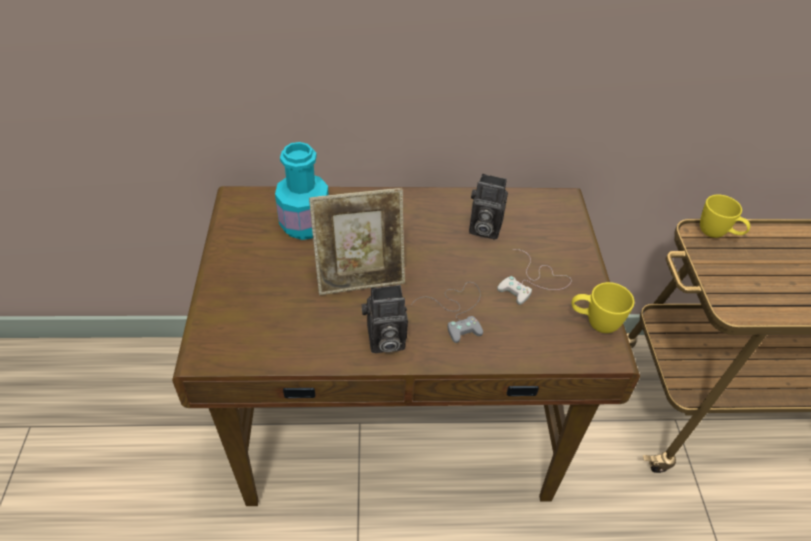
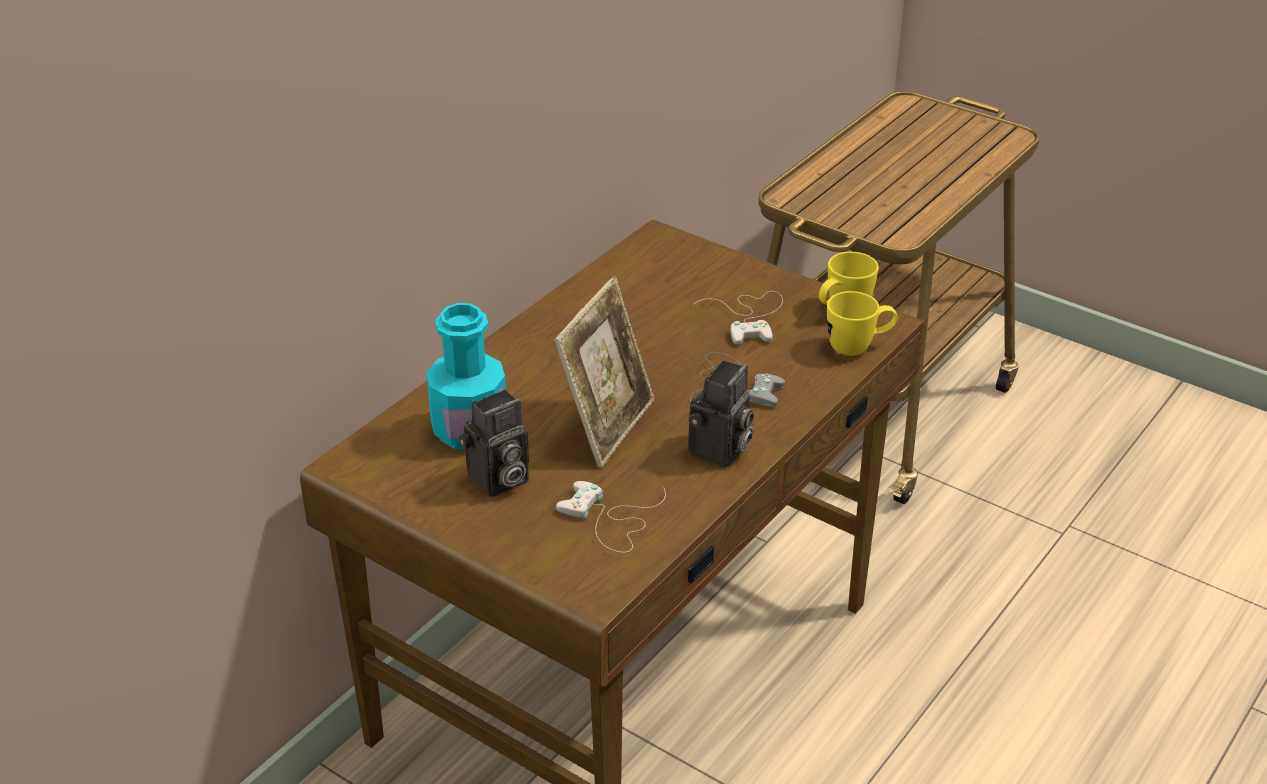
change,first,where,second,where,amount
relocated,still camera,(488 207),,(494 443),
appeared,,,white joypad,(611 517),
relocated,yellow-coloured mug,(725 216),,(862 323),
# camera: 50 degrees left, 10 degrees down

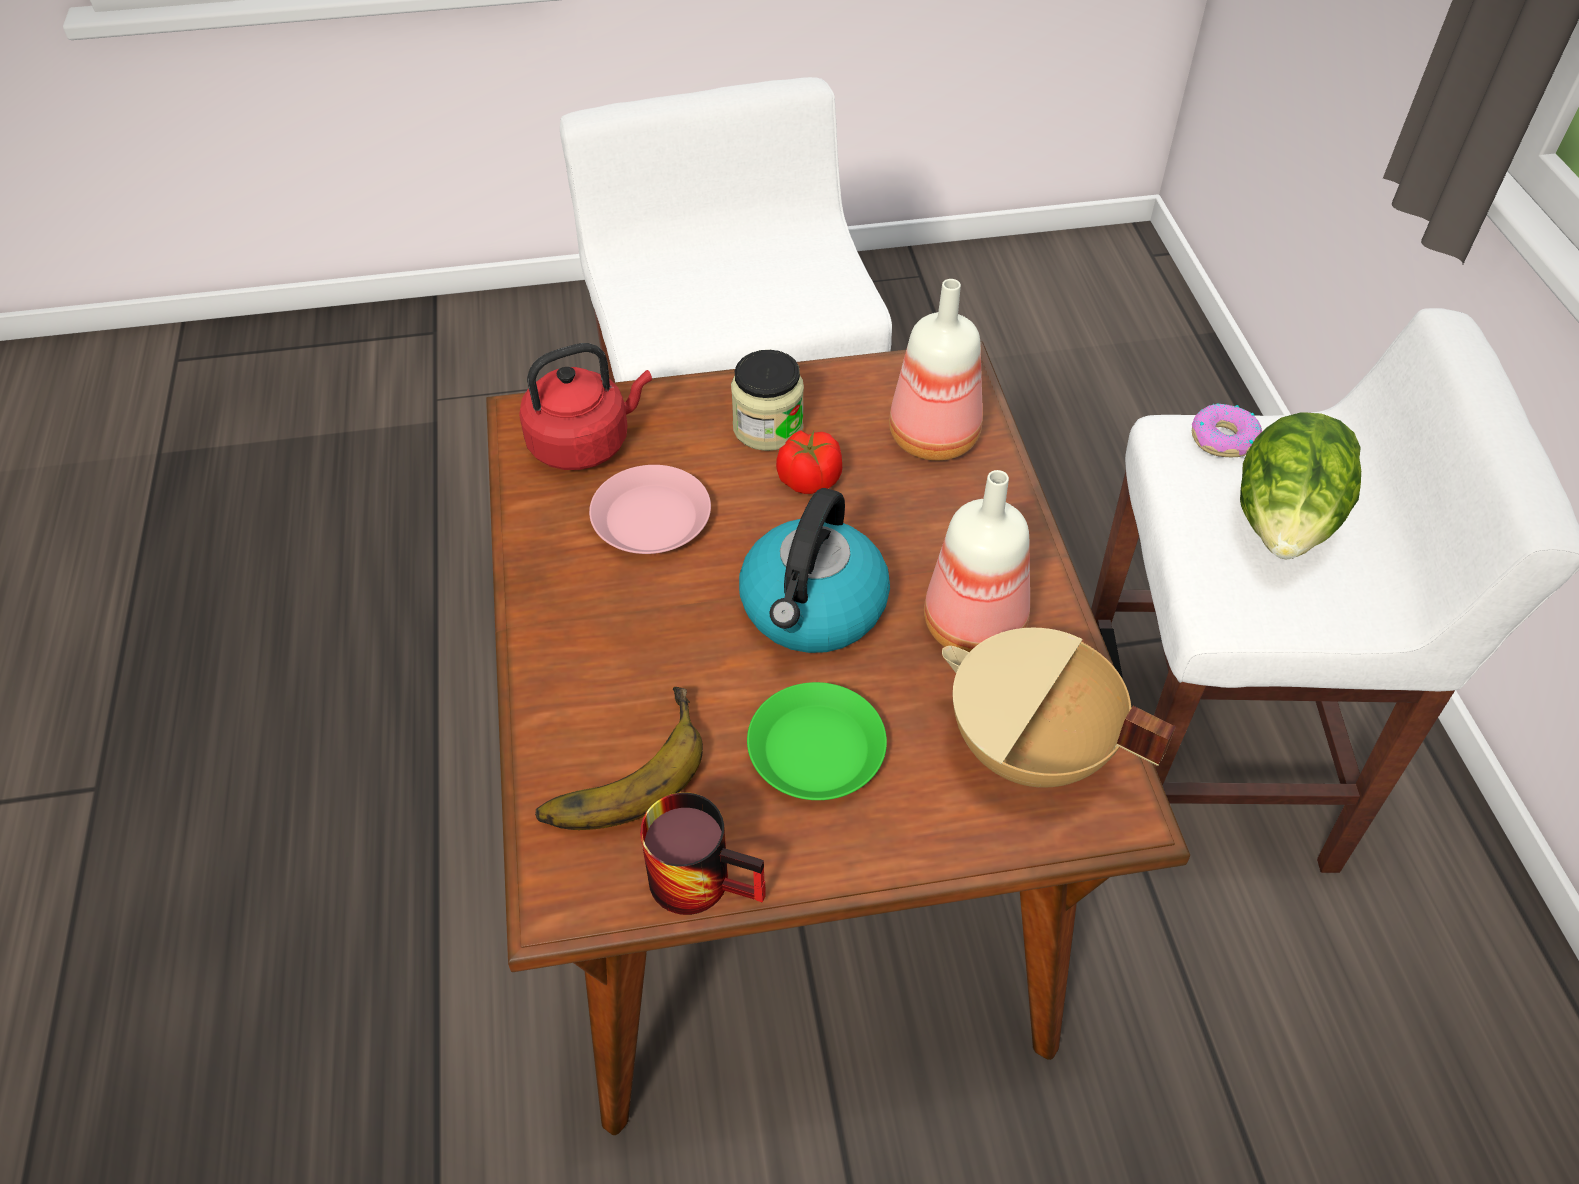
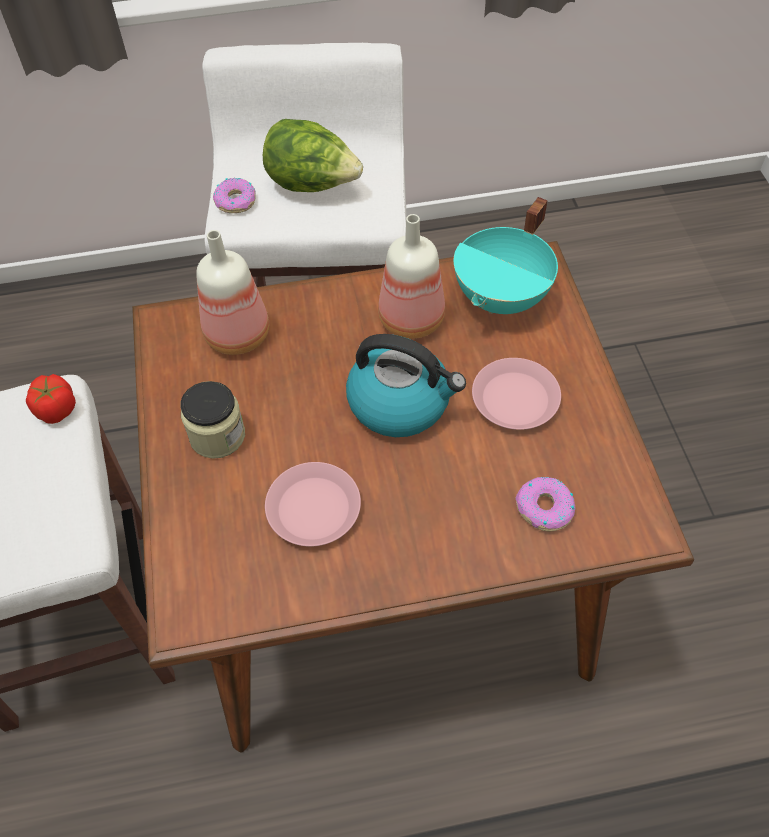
change,first,where,second,where,amount
relocated,whole tomato,(809 462),,(51 399),
colour,beige cooking pot,(1059 708),turquoise-coloured cooking pot,(505 255),
colour,green plate,(817 741),pink-coloured plate,(516 394),
exchanged,banana fruit,(619 758),donut,(545 504),
missing,red-coloured tea kettle,(585 406),,,
missing,mug,(703 853),,,
# camera: 90 degrees left, 5 degrees up

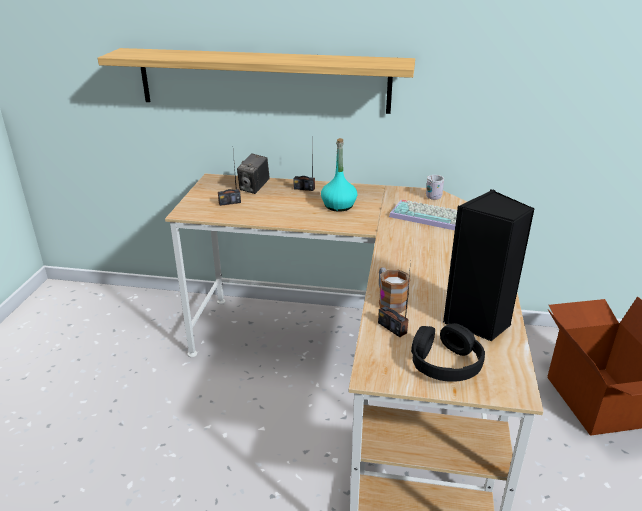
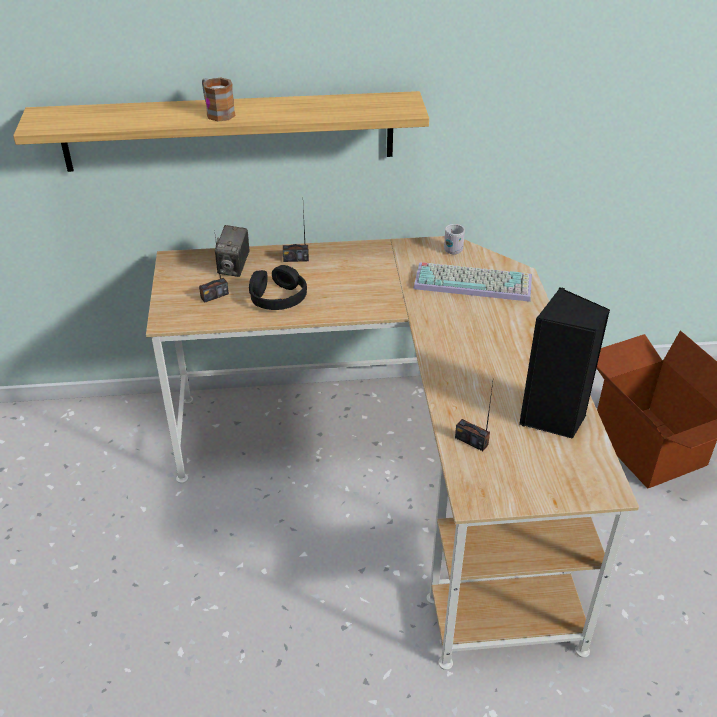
change,first,where,second,where,amount
relocated,mug,(394 290),,(219 100),
relocated,black-coloured pair of headphones,(448 352),,(278 287),
missing,turquoise-coloured beverage bottle,(339 175),,,
# camera: 15 degrees left, 10 degrees up

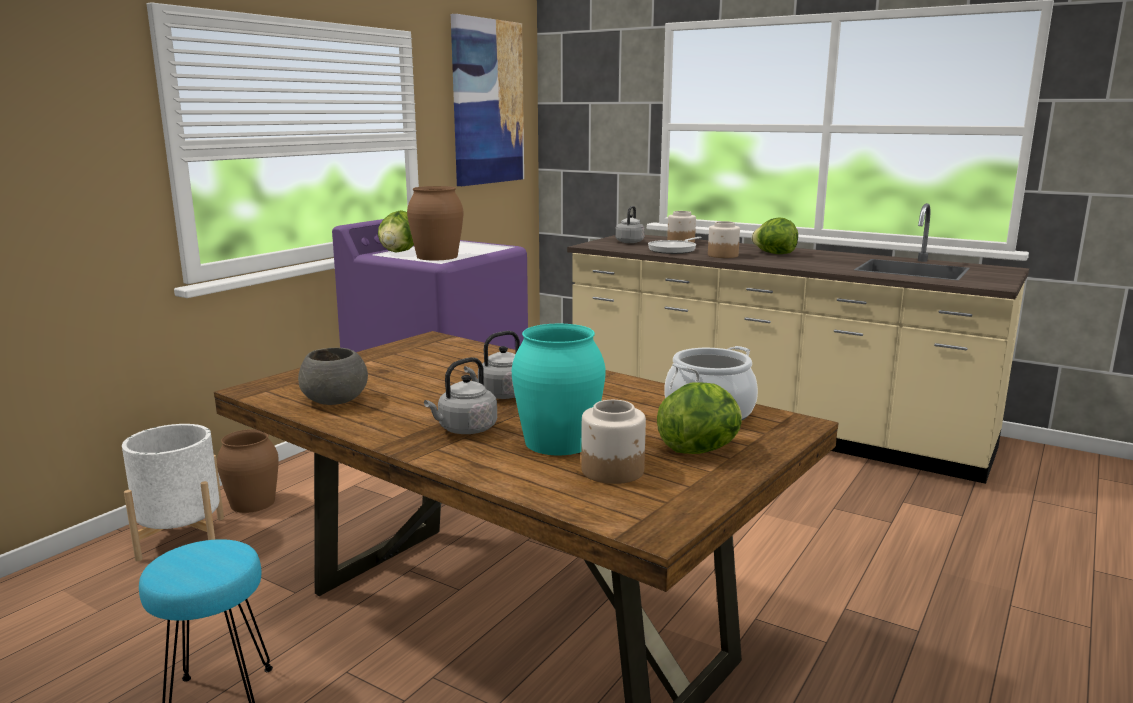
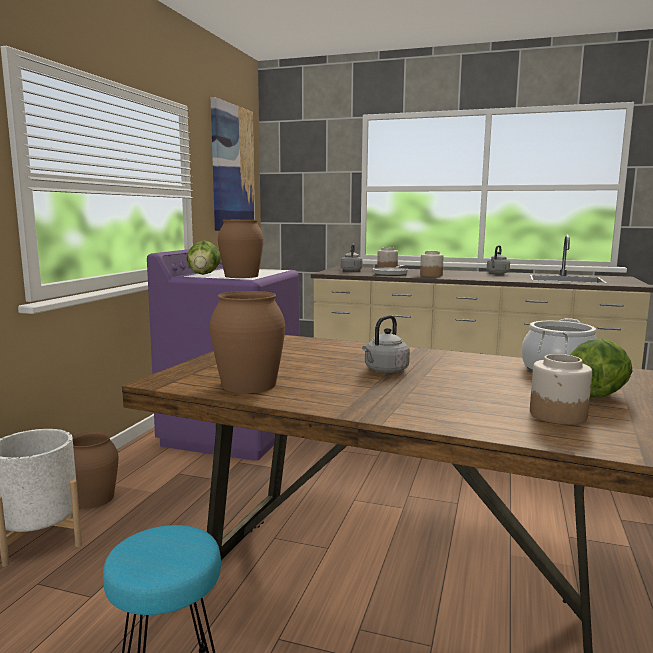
change,first,where,second,where,amount
exchanged,grey serving bowl,(333 376),brown flower vase,(247 342),
relocated,grey tea kettle,(460 395),,(498 259),
missing,turquoise-coloured flower vase,(559 389),,,
missing,lettuce head,(775 235),,,
# camera: 15 degrees left, 5 degrees down

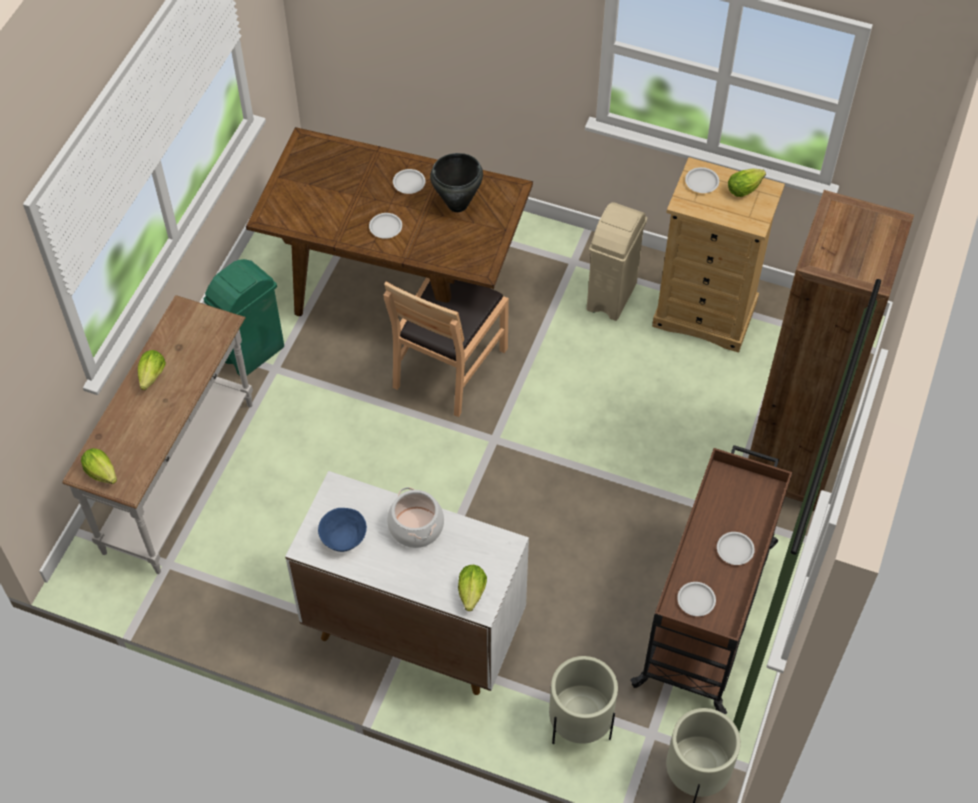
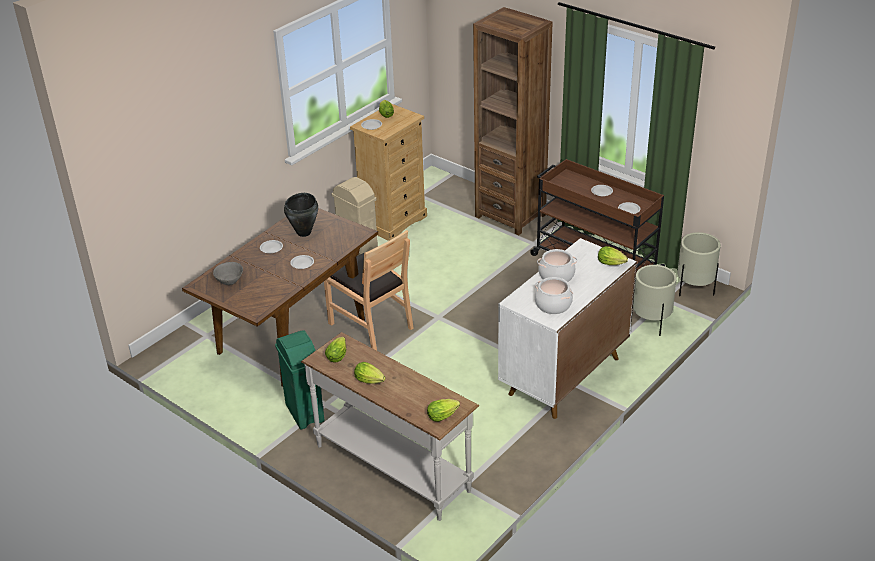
change,first,where,second,where,amount
appeared,,,grey serving bowl,(228 273),
appeared,,,lettuce head,(335 349),
exchanged,blue-coloured serving bowl,(342 530),cooking pot,(554 295),
# camera: 70 degrees left, 20 degrees down

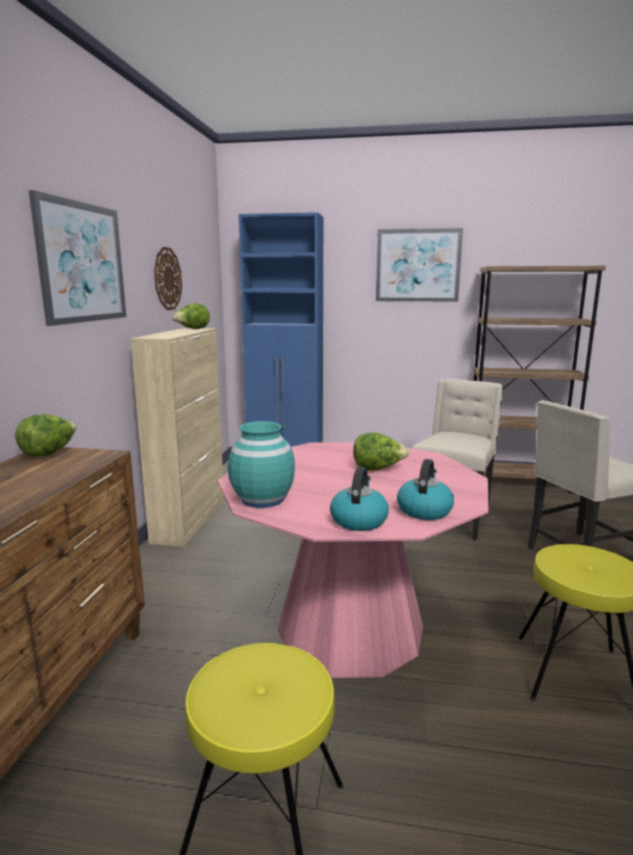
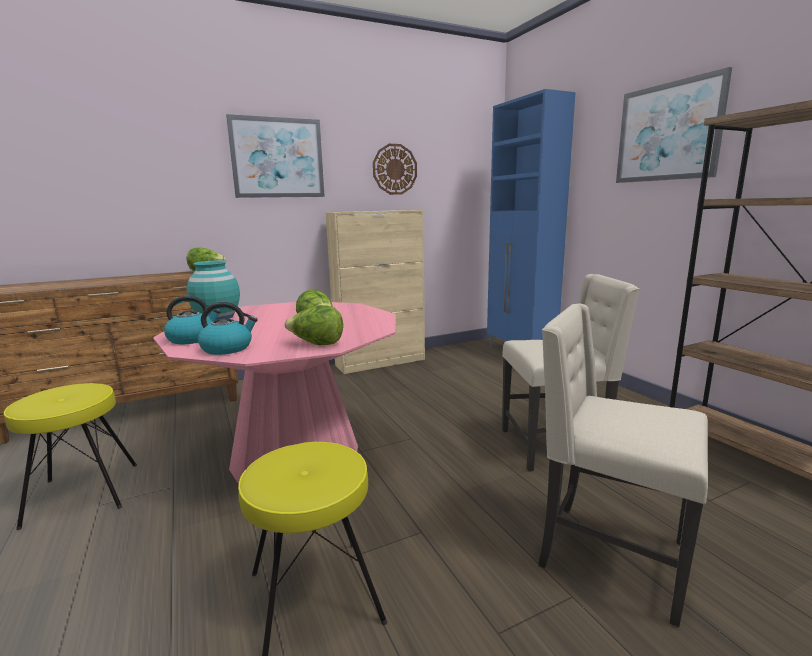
change,first,where,second,where,amount
relocated,lettuce head,(191 316),,(314 325),
# camera: 55 degrees right, 0 degrees up

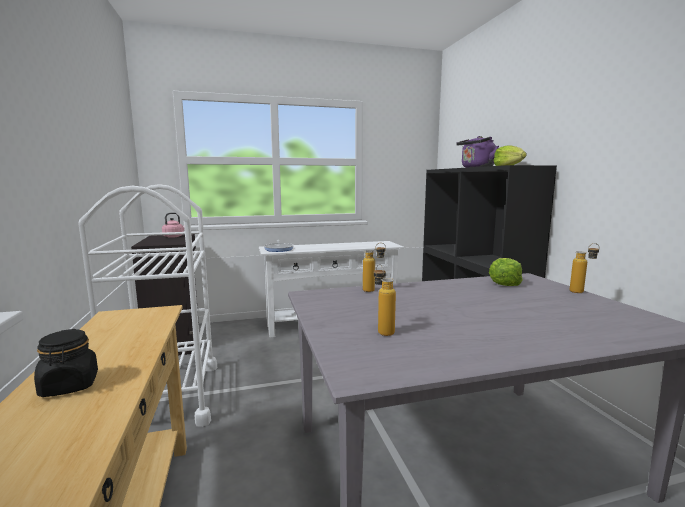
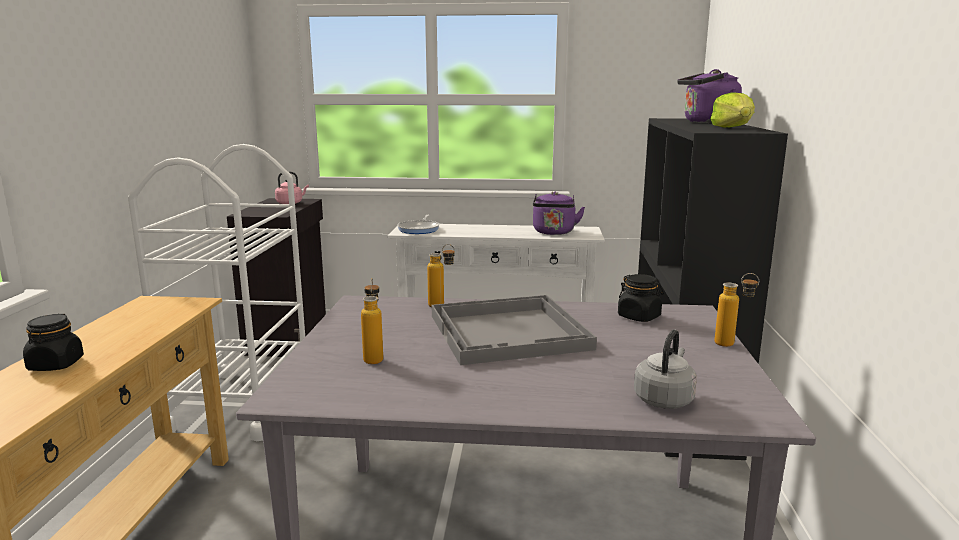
change,first,where,second,where,amount
appeared,,,grey carrying tray,(514 330),
appeared,,,purplish tea kettle,(559 213),
exchanged,lettuce head,(506 272),black-coloured jar,(641 298),
appeared,,,grey tea kettle,(665 369),
# camera: 20 degrees right, 5 degrees up

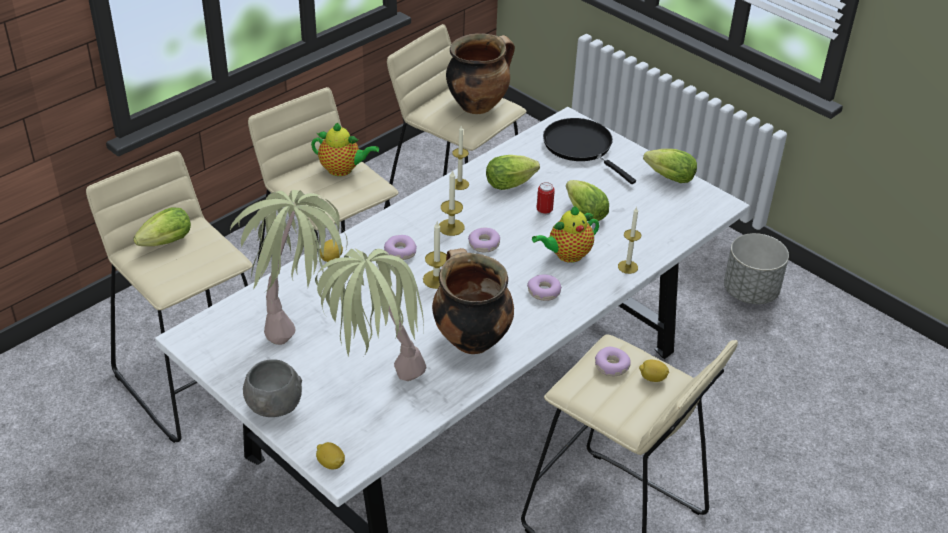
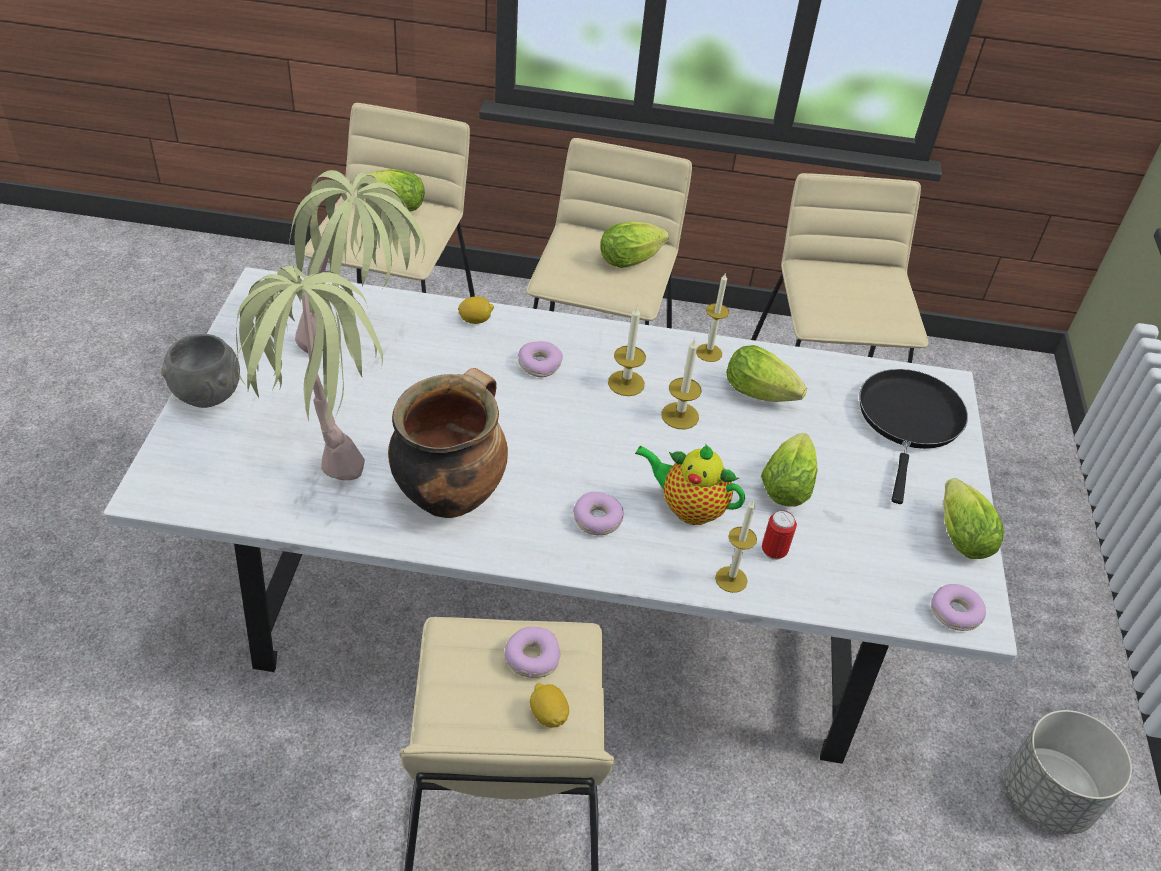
change,first,where,second,where,amount
exchanged,tea pot,(345 149),lettuce head,(634 244),
relocated,candle,(435 255),,(681 384),
relocated,metal can,(545 198),,(779 535),
relocated,donut,(484 240),,(958 607),
missing,whole lemon,(330 455),,,
missing,cooking pot,(480 73),,,
# camera: 50 degrees right, 5 degrees up

